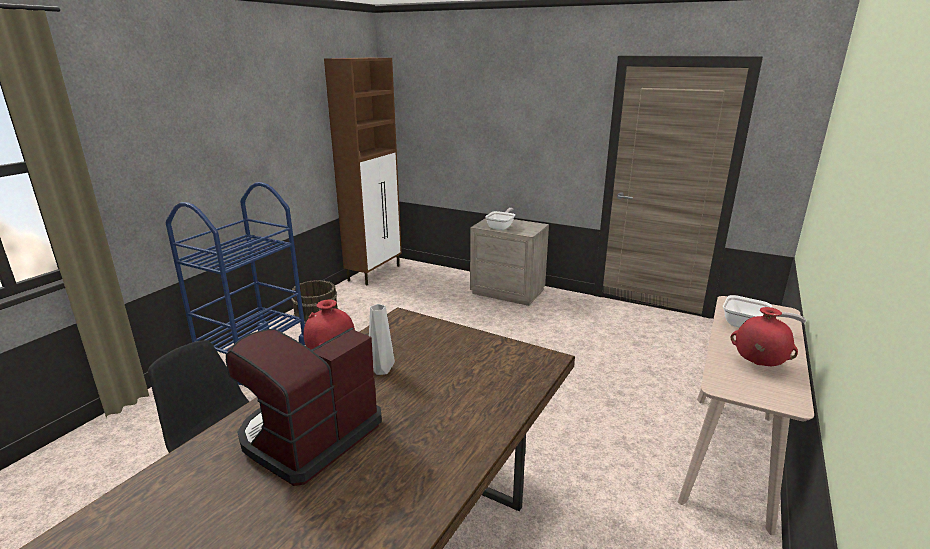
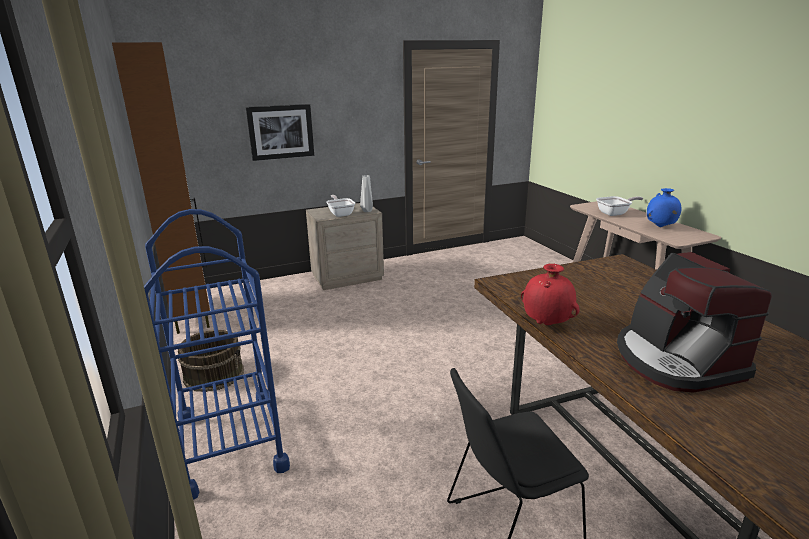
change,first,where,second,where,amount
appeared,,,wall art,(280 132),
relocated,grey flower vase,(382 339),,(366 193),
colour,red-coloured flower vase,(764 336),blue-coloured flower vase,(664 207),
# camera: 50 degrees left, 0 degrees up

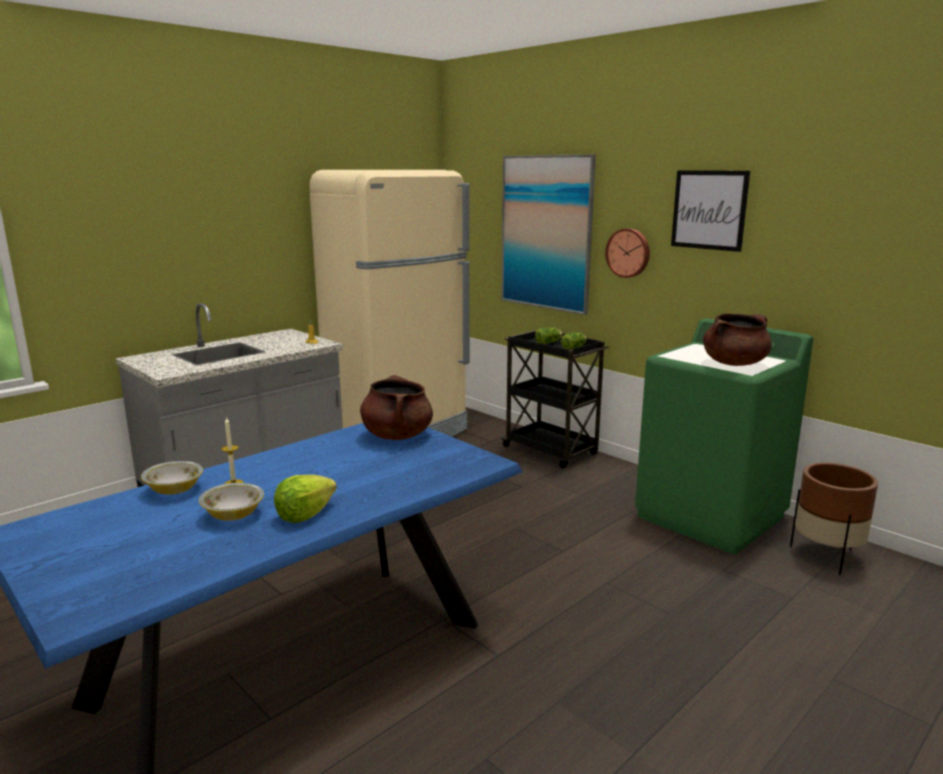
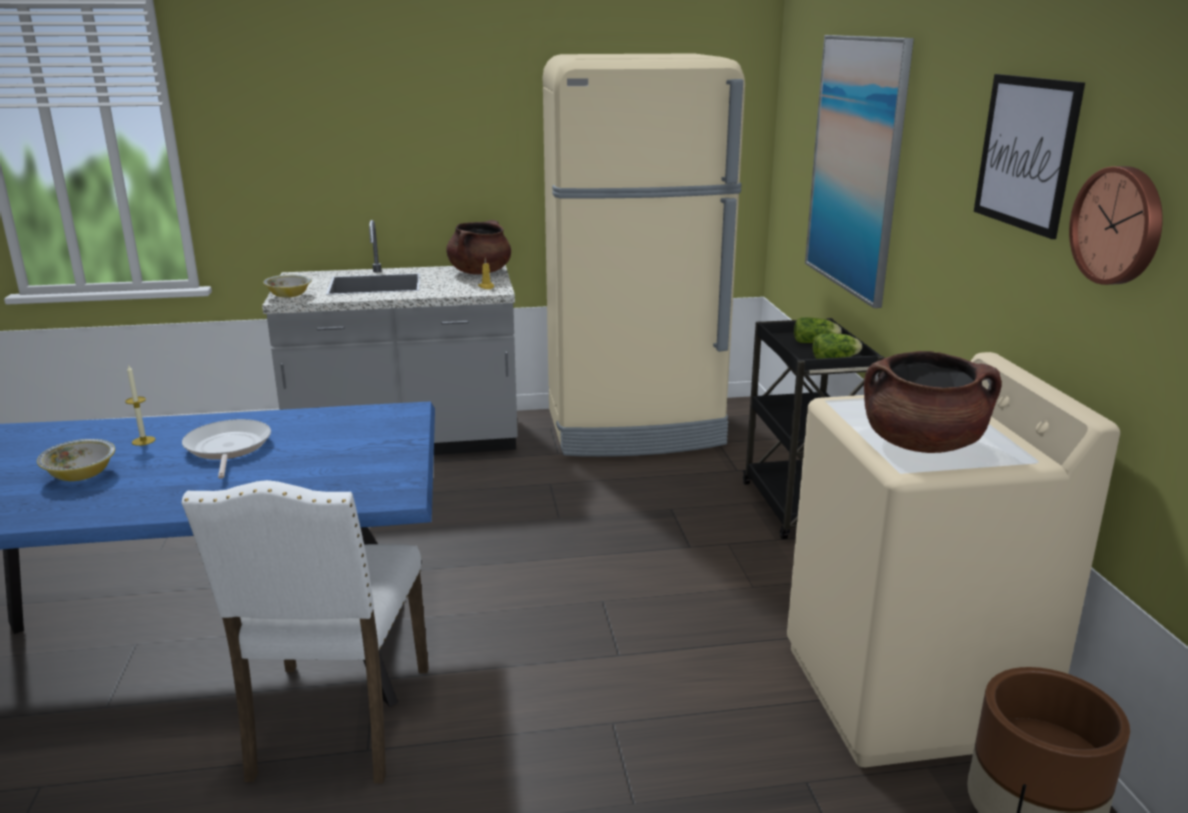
change,first,where,second,where,amount
appeared,,,pan,(226 449),
appeared,,,white upright chair,(305 631),
relocated,serving bowl,(172 477),,(287 286),
relocated,brown cooking pot,(396 407),,(478 247),
colour,green washing machine,(724 436),beige washing machine,(953 559),
relocated,wall clock,(627 253),,(1116 225),
missing,lettuce head,(305 499),,,
# camera: 35 degrees right, 5 degrees up

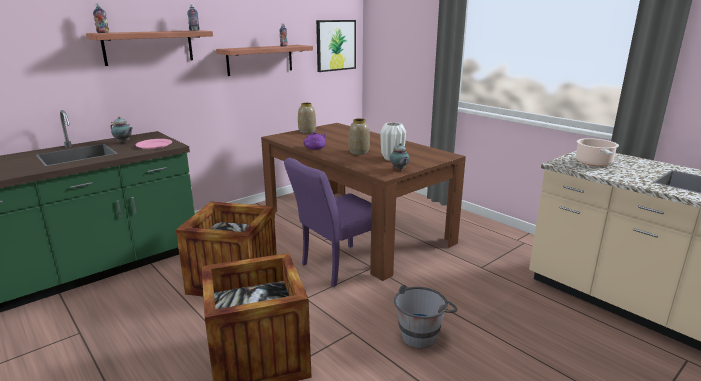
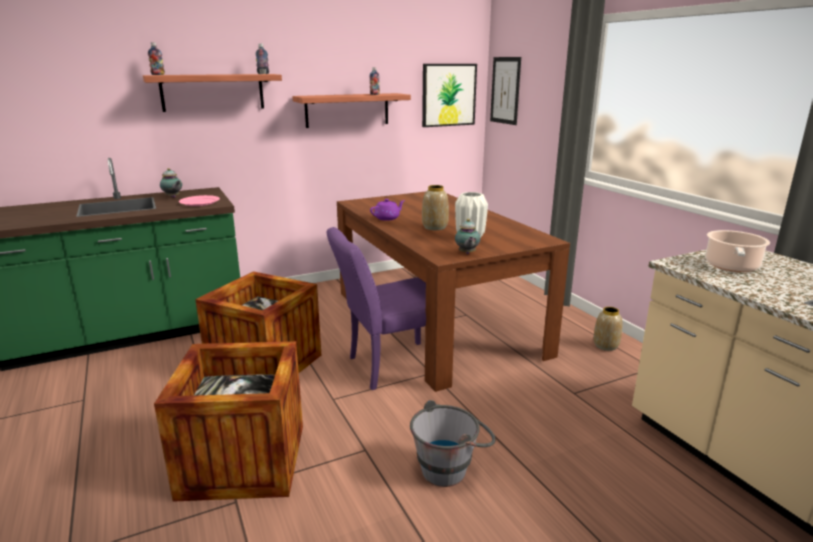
change,first,where,second,where,amount
appeared,,,wall art,(505 91),
relocated,flower vase,(307 118),,(608 329),
# camera: 15 degrees right, 0 degrees up

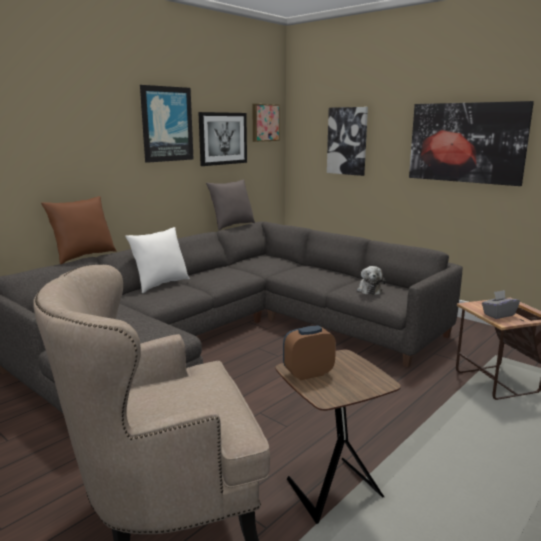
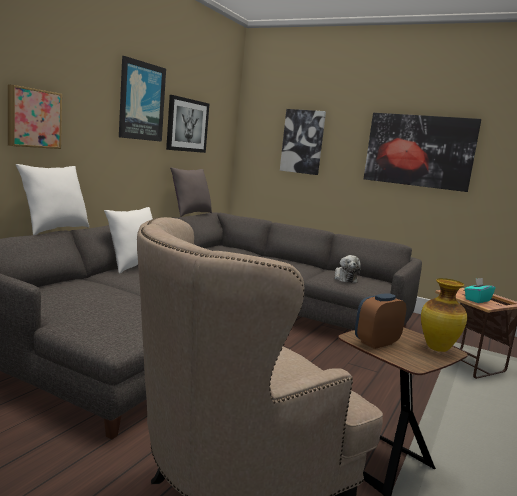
change,first,where,second,where,amount
relocated,wall art,(266 123),,(35 117),
colour,brown cushion,(79 230),white cushion,(52 199),
appeared,,,flower vase,(444 315),
colour,grey tissue box,(501 304),turquoise-coloured tissue box,(479 290),
# camera: 15 degrees left, 5 degrees down

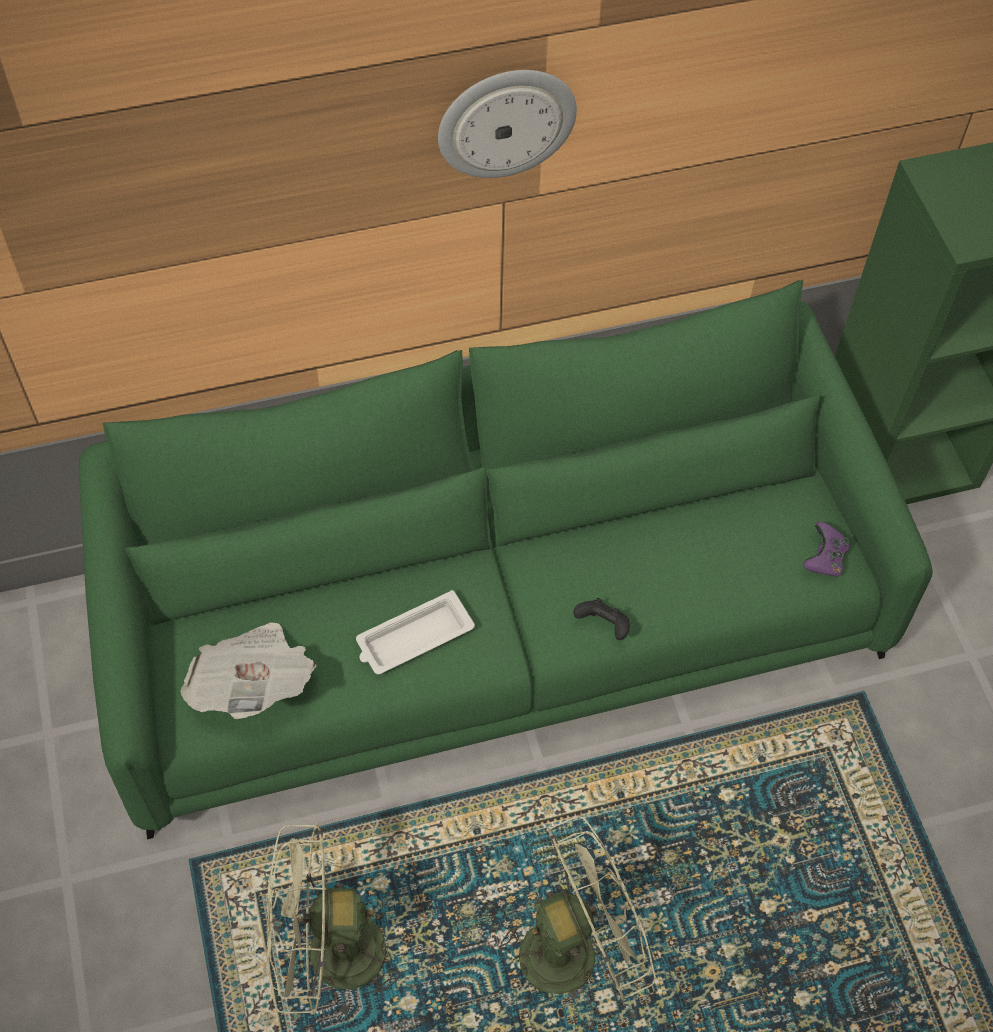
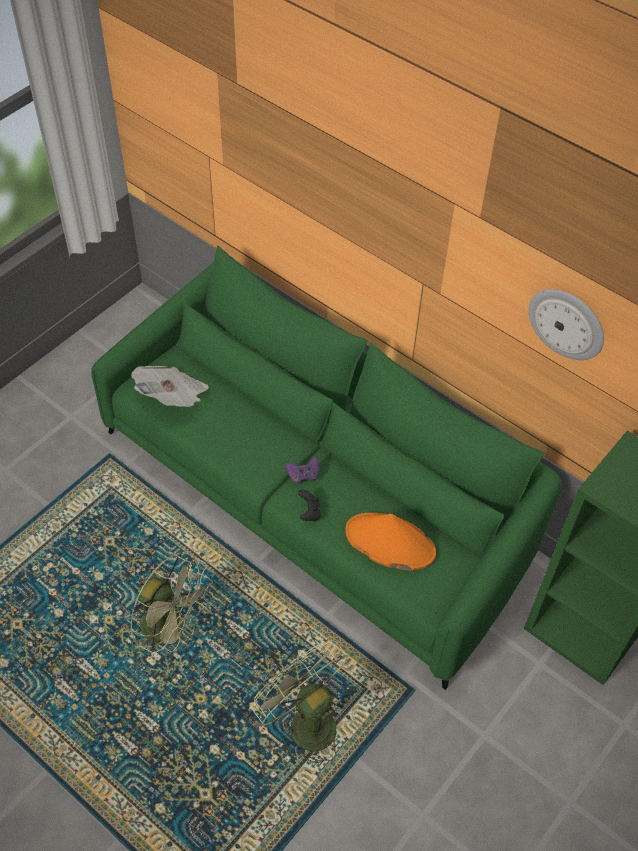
change,first,where,second,where,amount
relocated,green cooling fan,(333 921),,(300 702),
relocated,purplish joypad,(826 549),,(302 470),
appeared,,,orange wearable hat,(390 541),
relocated,wall clock,(507 124),,(566 324),
missing,white carrying tray,(415 632),,,
# camera: 55 degrees right, 5 degrees down

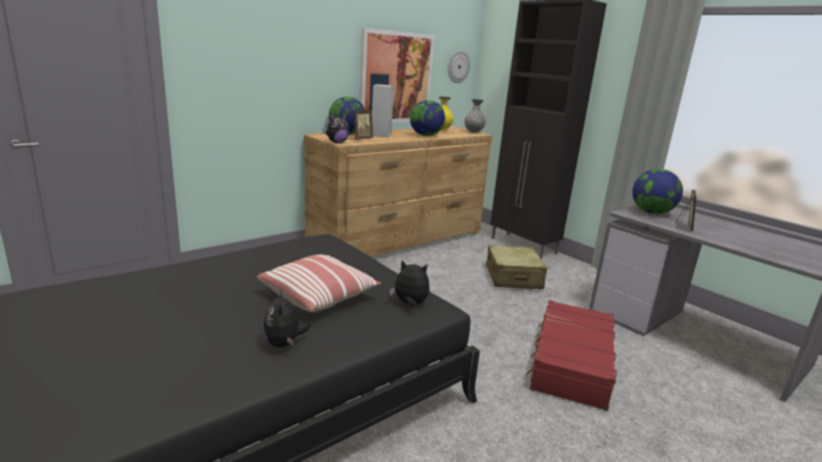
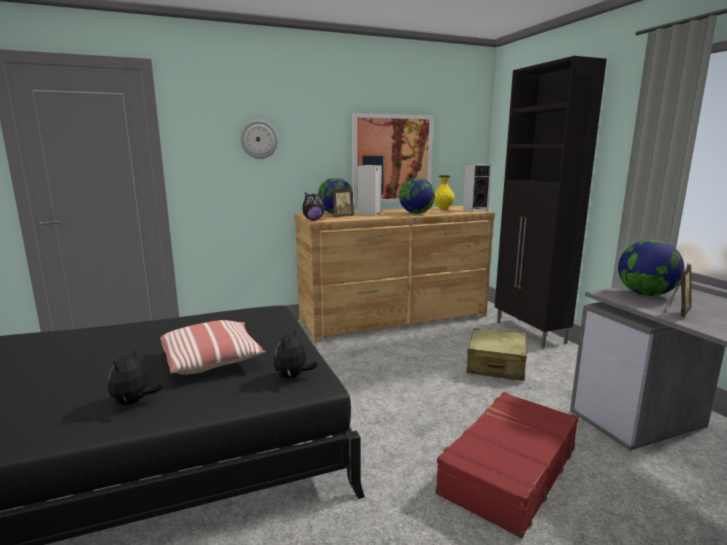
change,first,where,second,where,amount
relocated,wall clock,(459 66),,(259 139),
spun,cuddly toy,(409 283),,(295 353),105 degrees counterclockwise
exchanged,grey flower vase,(475 116),audio speaker,(477 188),
# camera: 20 degrees right, 5 degrees down

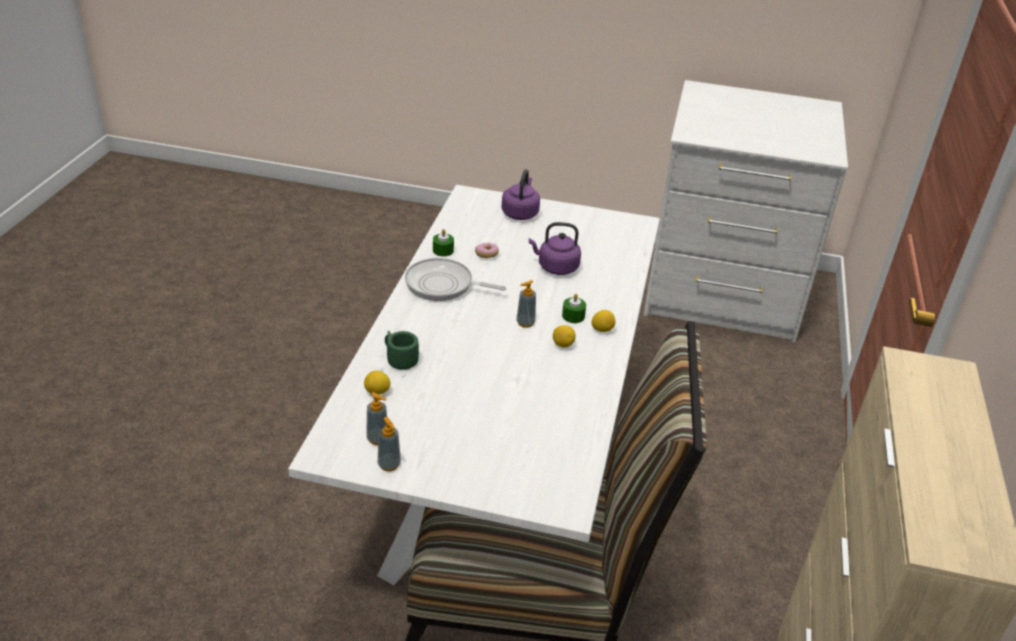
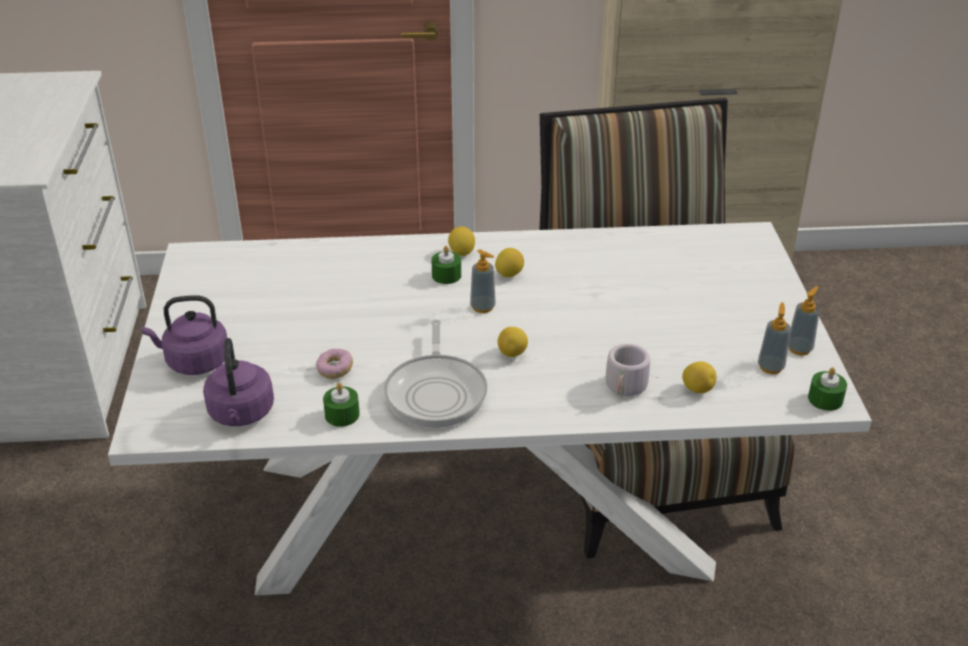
change,first,where,second,where,amount
relocated,purplish tea kettle,(555 248),,(238 382),
appeared,,,whole lemon,(513 342),
colour,green mug,(402 353),grey mug,(632 370),
appeared,,,green candle,(827 389),
# camera: 105 degrees left, 0 degrees up

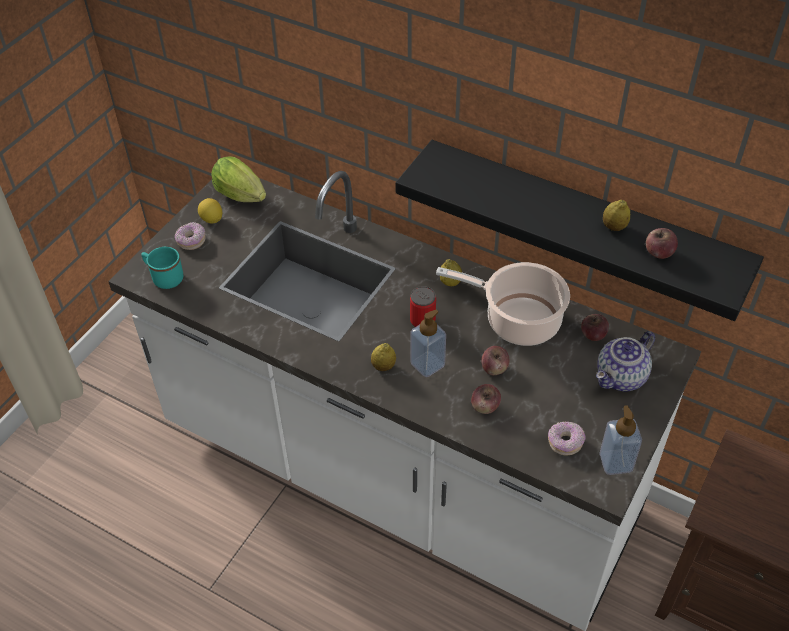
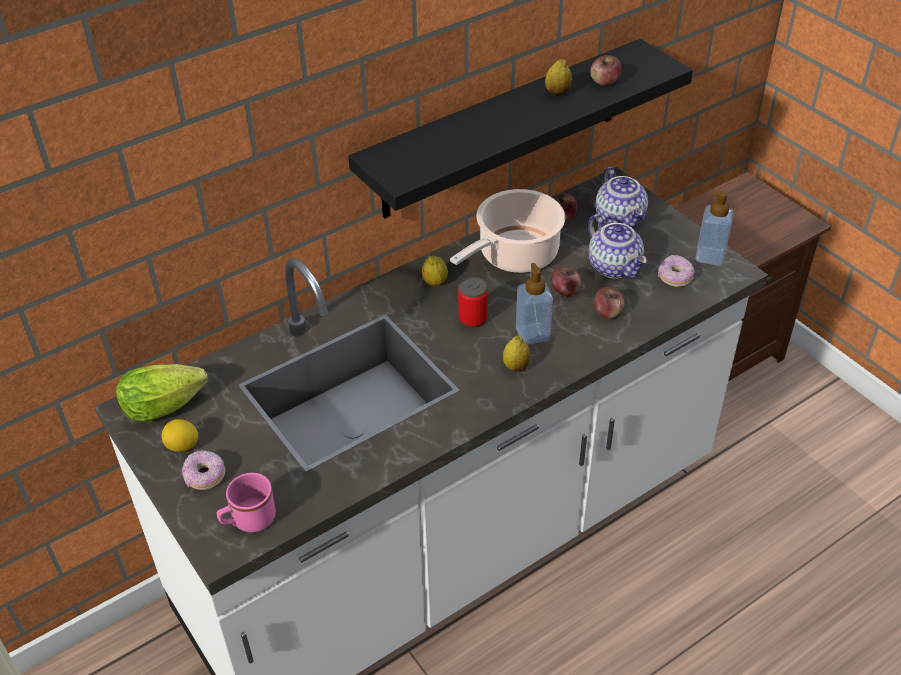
change,first,where,second,where,amount
colour,turquoise-coloured mug,(162 268),pink-coloured mug,(246 502),
appeared,,,tea pot,(618 246),
# camera: 65 degrees left, 5 degrees down

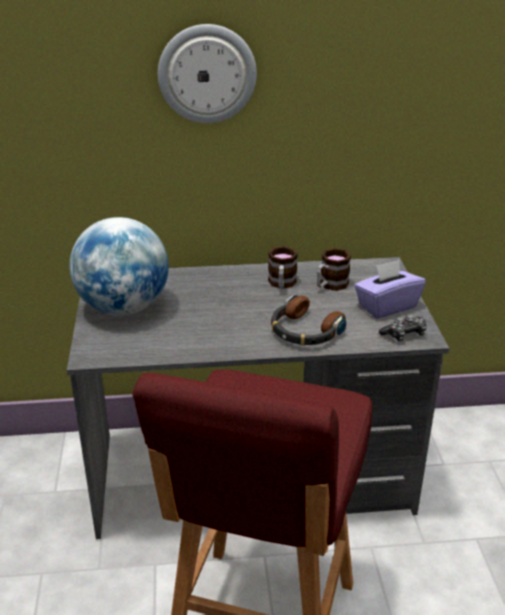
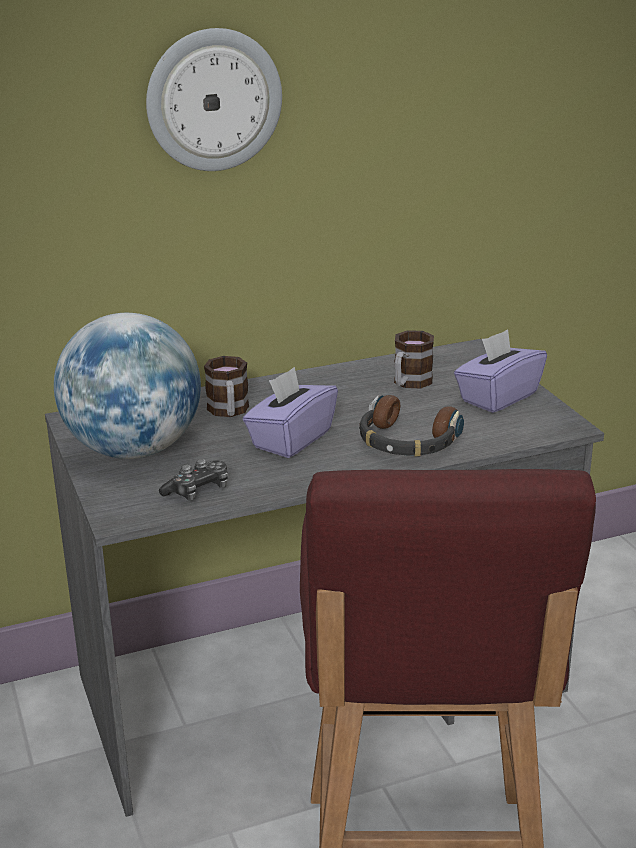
change,first,where,second,where,amount
relocated,joypad,(403 328),,(193 480),
relocated,mug,(283 267),,(226 386),
appeared,,,purplish tissue box,(290 412),
# camera: 15 degrees left, 5 degrees down

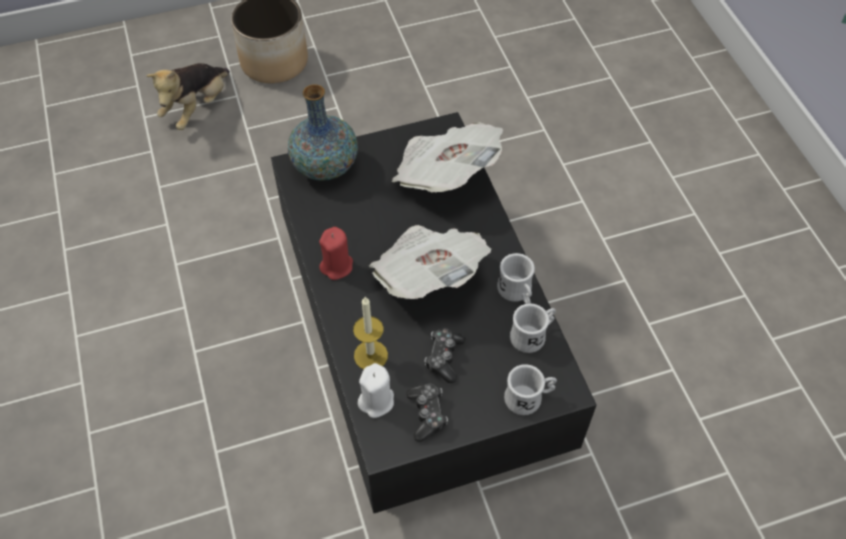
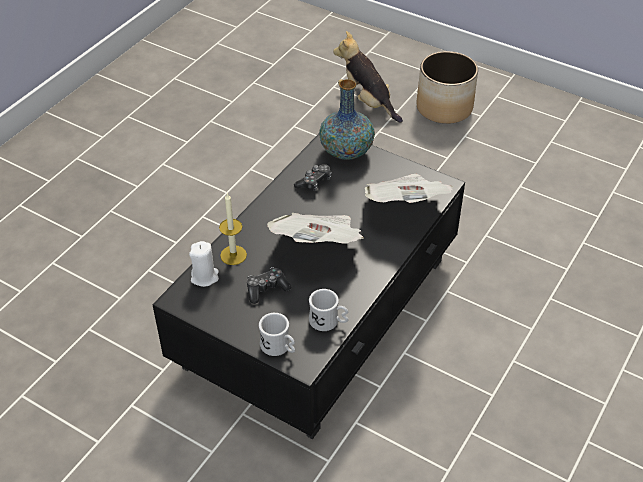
change,first,where,second,where,amount
relocated,joypad,(427 413),,(313 177),
spun,cuddly toy,(188 96),,(368 77),60 degrees clockwise
missing,red-coloured candle,(336 253),,,
missing,white mug,(516 278),,,
# camera: 50 degrees right, 10 degrees down

